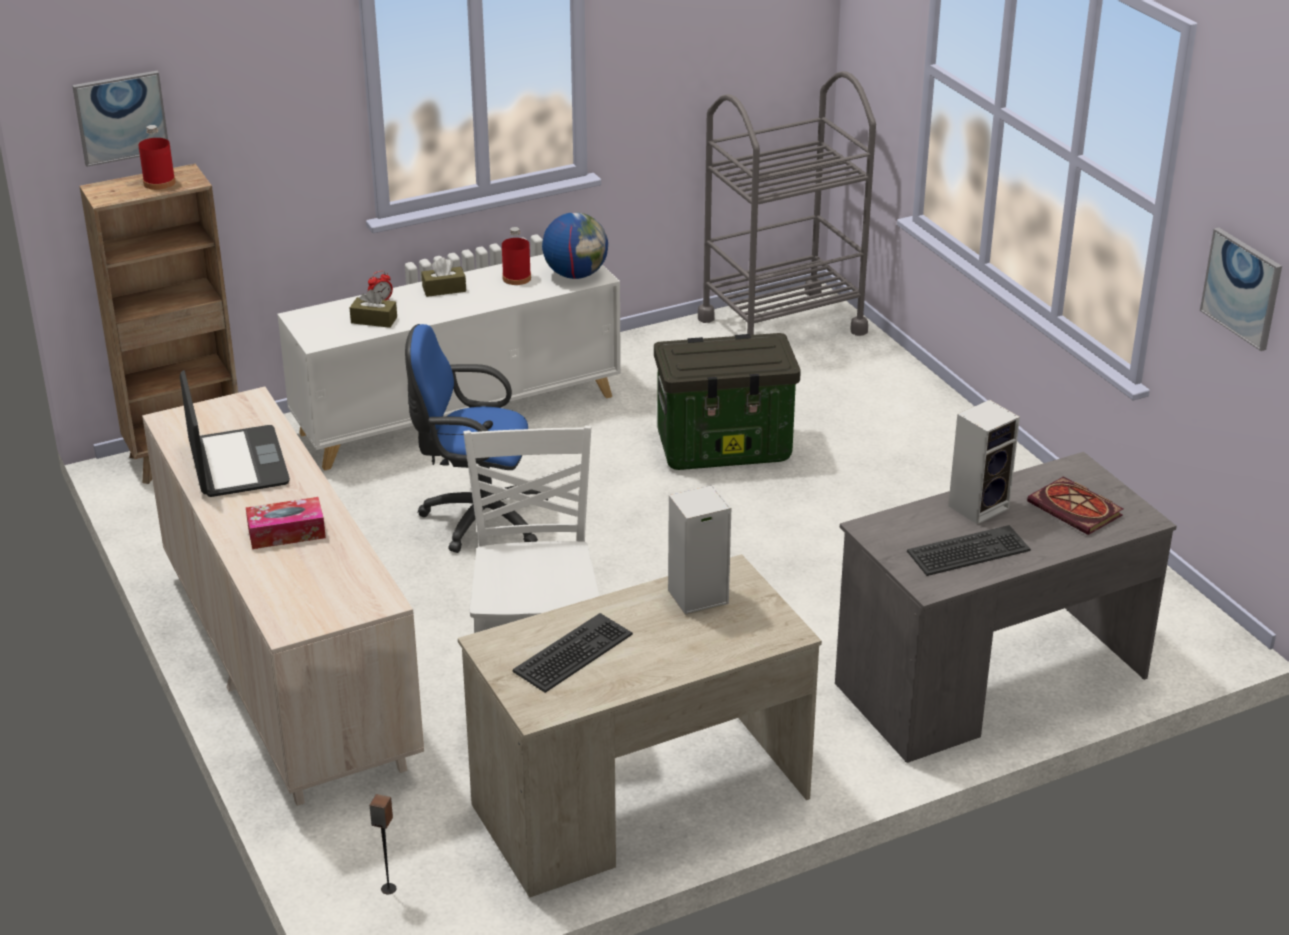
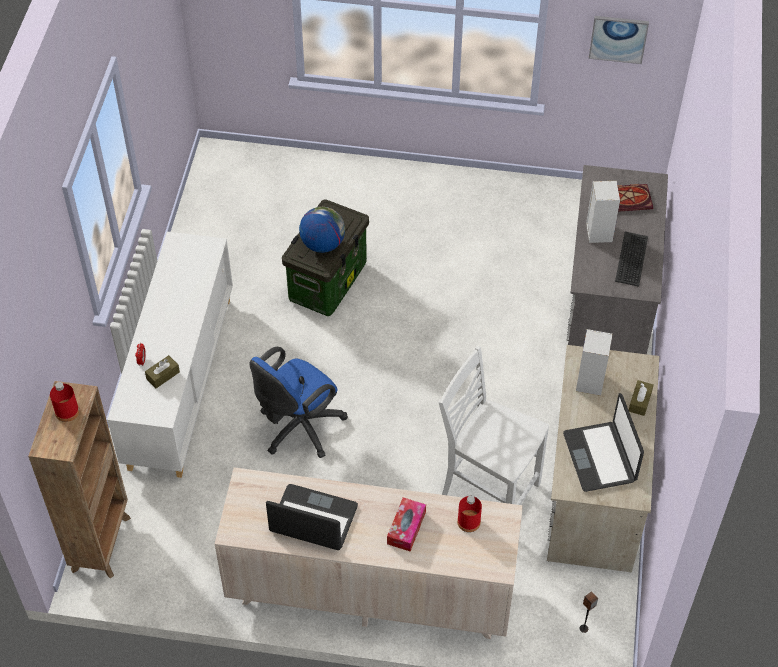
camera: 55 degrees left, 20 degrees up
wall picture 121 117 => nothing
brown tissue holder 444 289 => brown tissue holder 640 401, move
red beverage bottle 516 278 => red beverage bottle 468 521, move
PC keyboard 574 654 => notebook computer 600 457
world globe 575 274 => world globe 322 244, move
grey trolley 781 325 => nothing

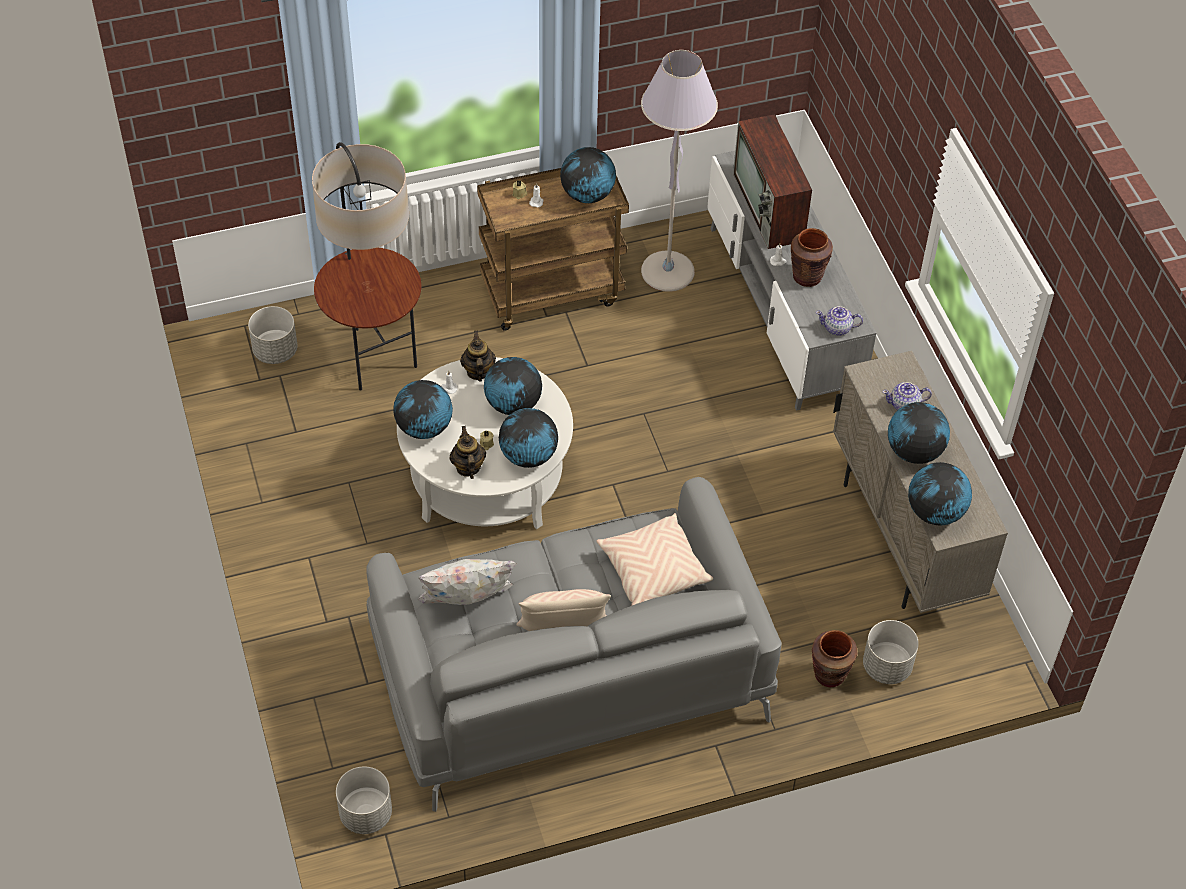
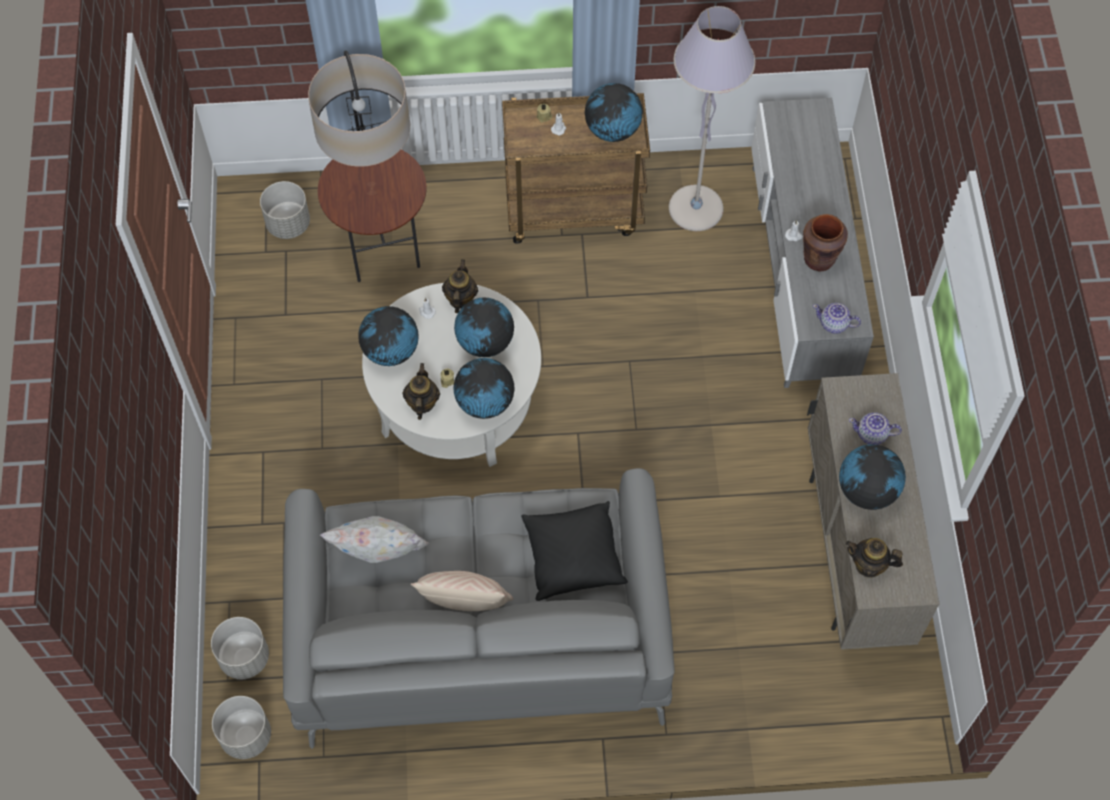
camera: 15 degrees right, 10 degrees up
sand-coloured pillow 653 570 => black pillow 572 556
TV 769 208 => nothing
brown vase 829 675 => nothing
grey planter 886 666 => grey planter 244 657, move
world globe 935 512 => teapot 869 565

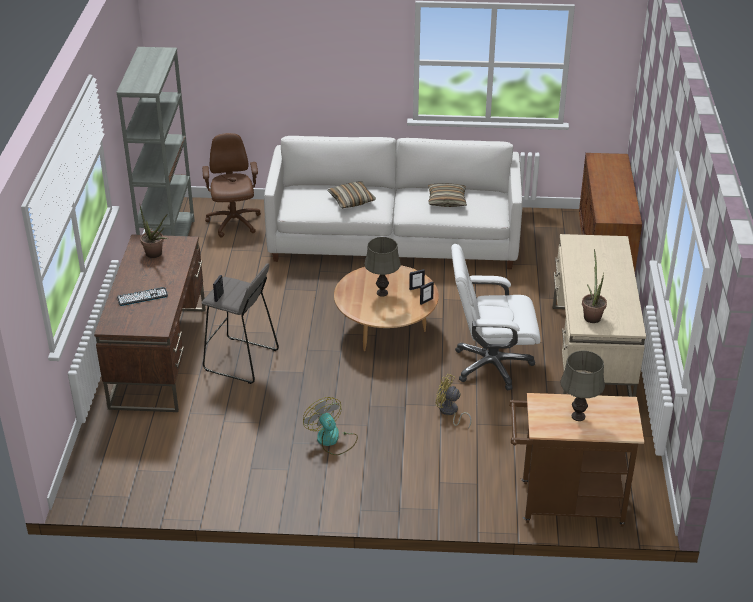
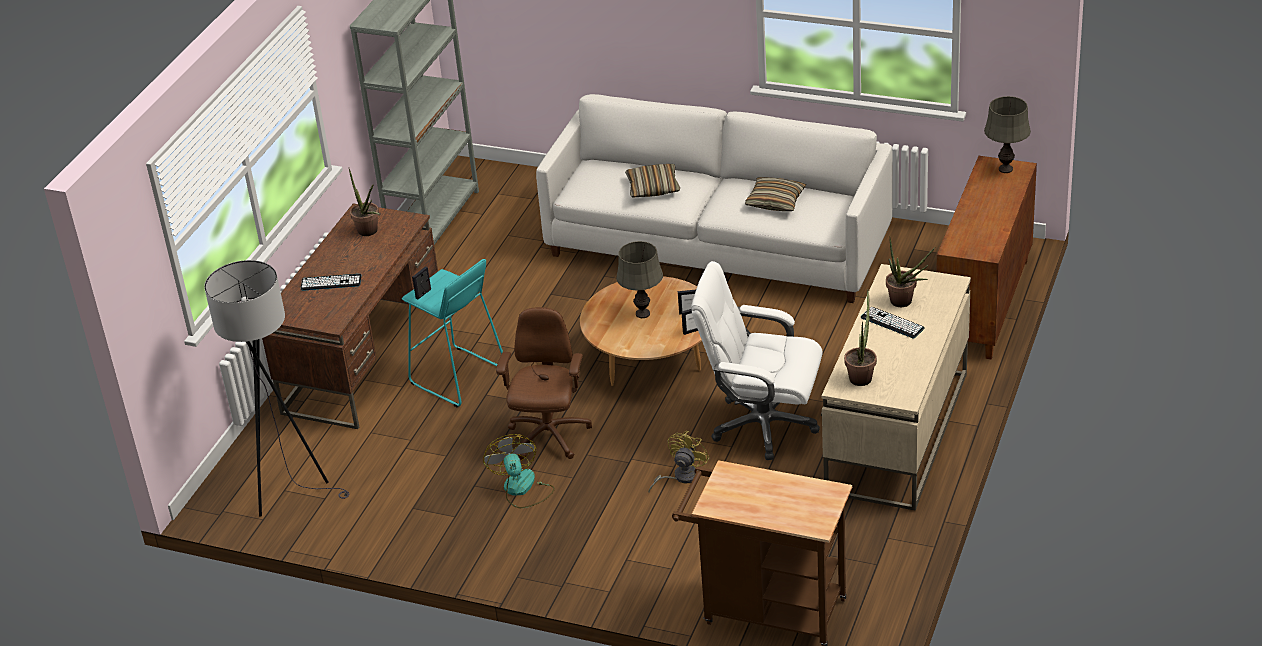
camera: 20 degrees right, 0 degrees up
brown computer chair 234 223 => brown computer chair 548 437, move
grey stool seat 241 360 => turquoise stool seat 458 377
yellowish fan 450 412 => yellowish fan 680 477, 75 degrees clockwise
grey table lamp 578 416 => grey table lamp 1005 169, move
nothing => grey standing lamp 289 487
nothing => PC keyboard 892 323
nothing => potted plant 905 302

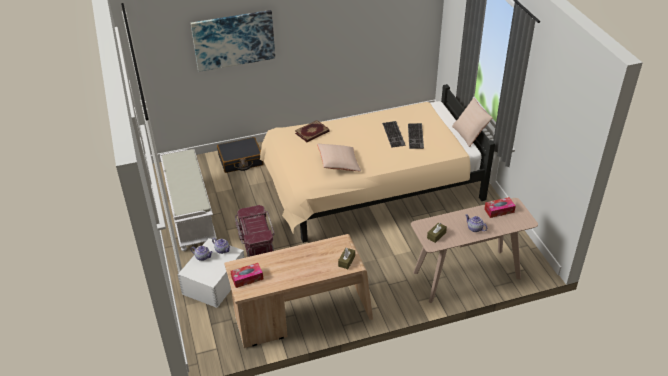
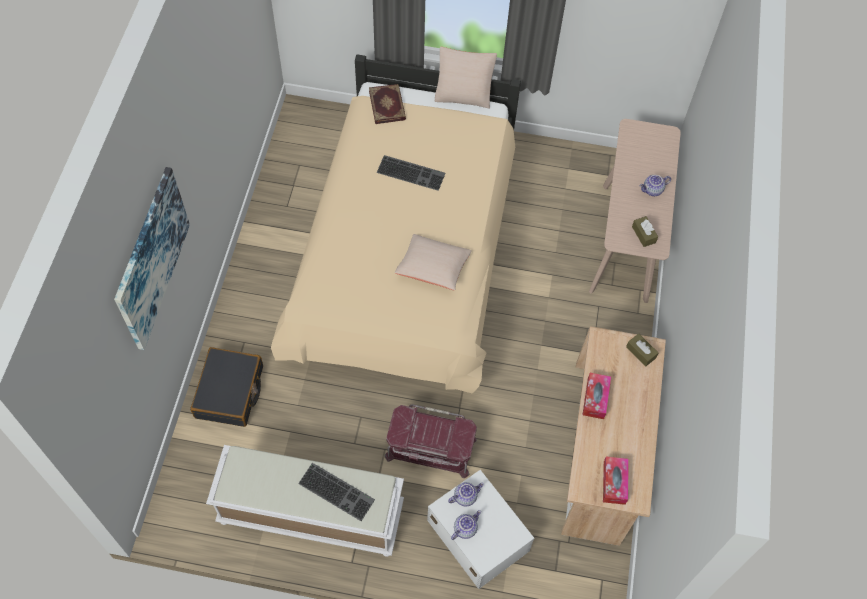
camera: 65 degrees left, 20 degrees up
volume 312 133 => volume 388 105, move
PC keyboard 416 136 => PC keyboard 338 491, move
tissue holder 499 210 => tissue holder 595 398, move

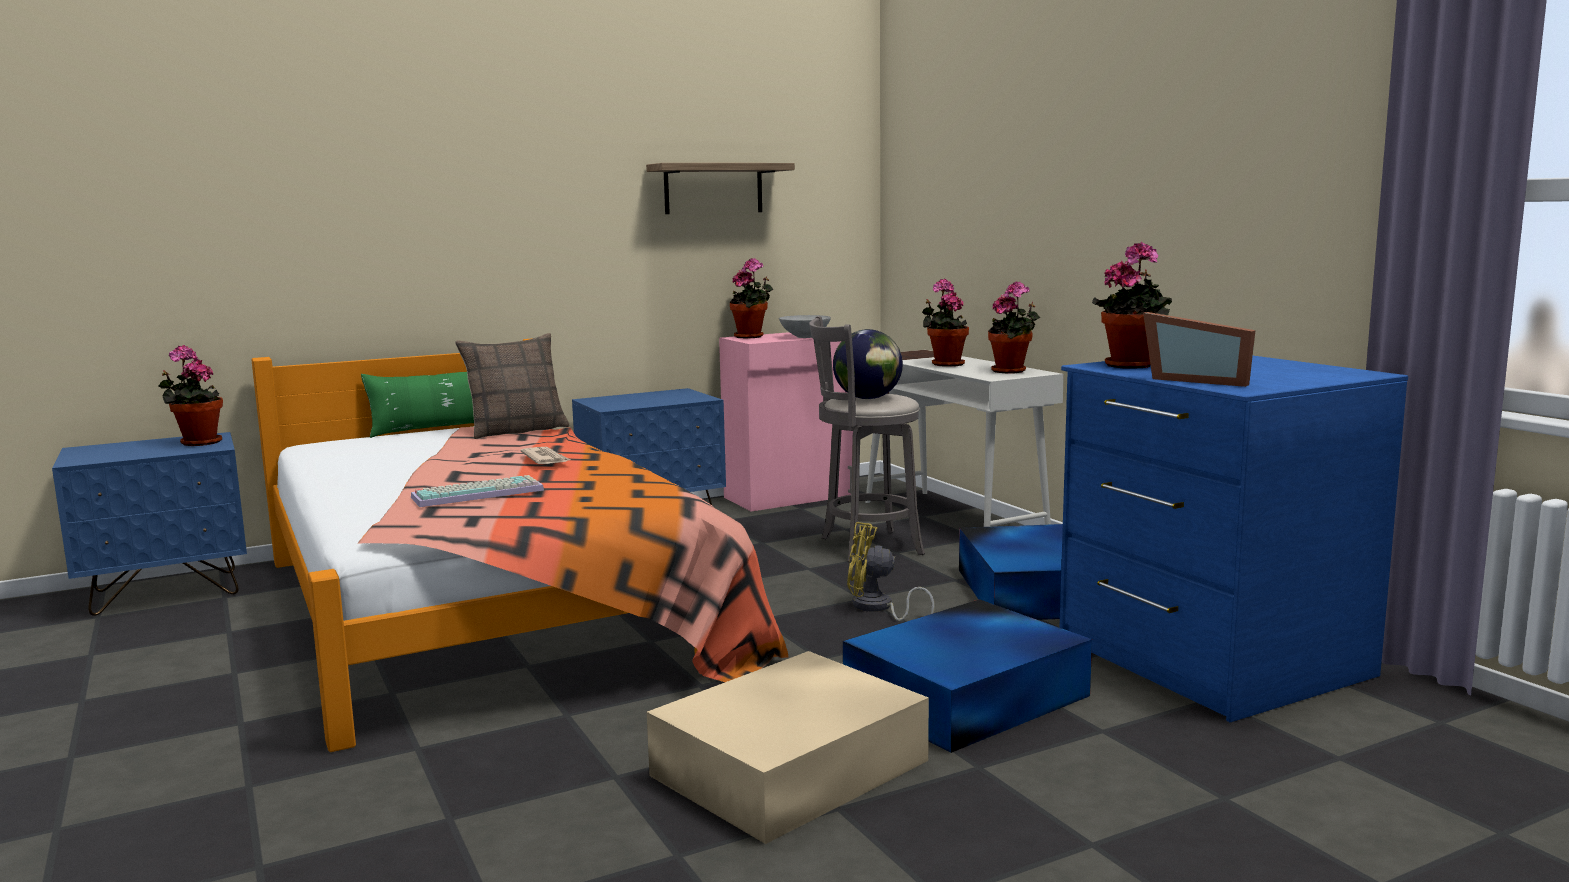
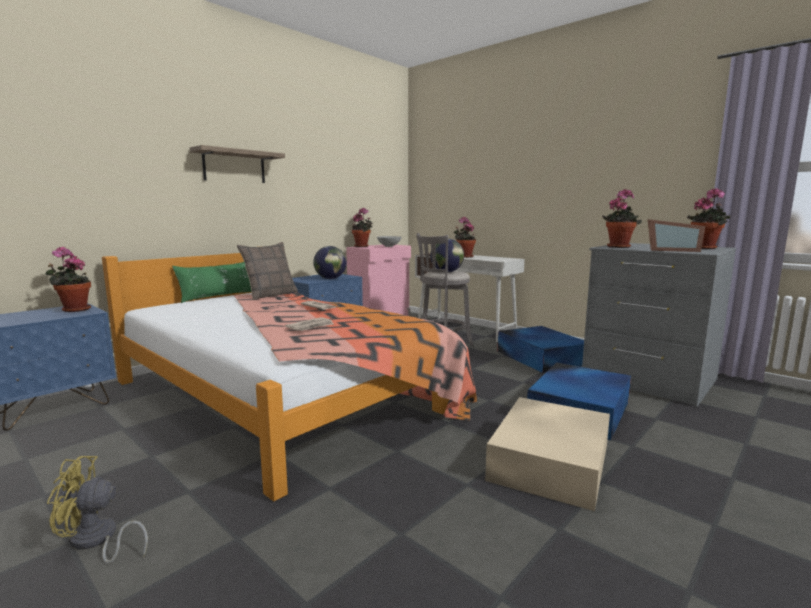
camera: 20 degrees left, 0 degrees up
PC keyboard 479 493 => newspaper 311 326
bracket shelf 713 188 => bracket shelf 234 166, move
yellowish fan 877 608 => yellowish fan 97 541, move
potted plant 1012 371 => potted plant 705 248, move
blue-coloured chest of drawers 1208 658 => grey chest of drawers 648 379
nothing => world globe 330 278

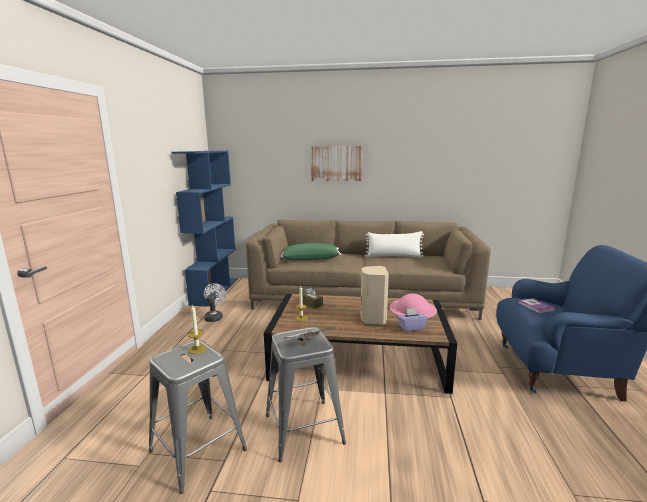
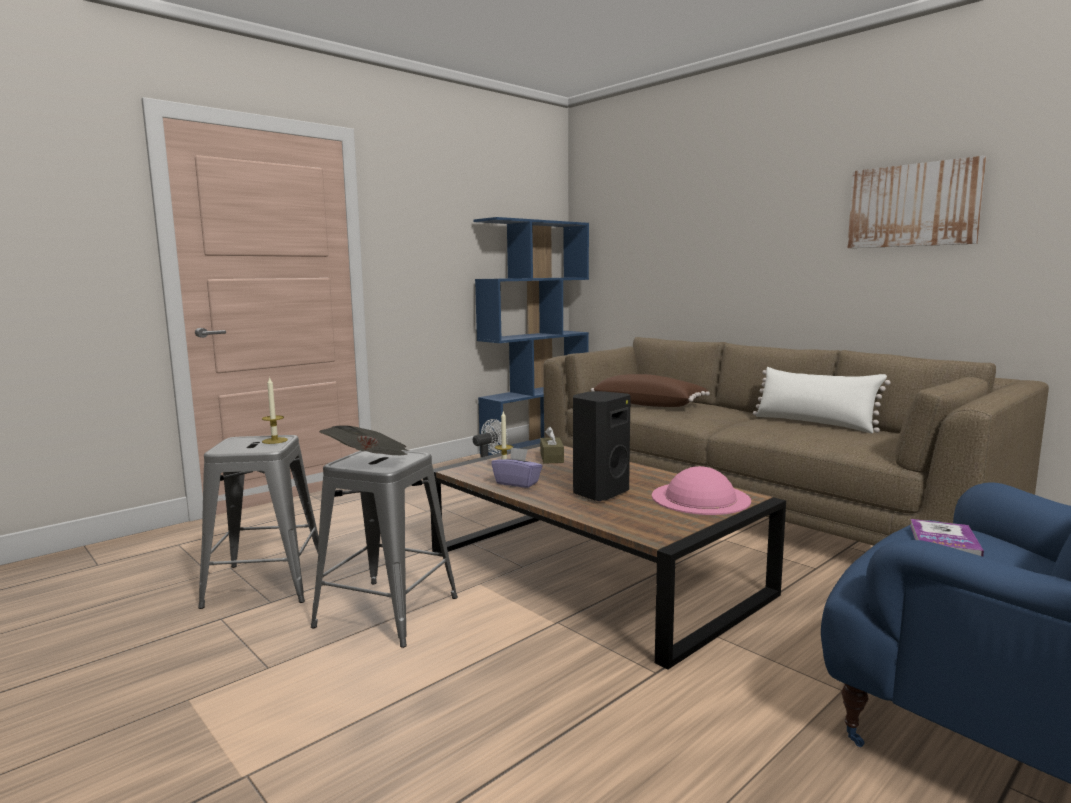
camera: 40 degrees right, 5 degrees down
green-coloured pillow 310 259 => brown pillow 649 404
wall picture 336 163 => wall picture 913 205, move
sand-coloured loudspeaker 373 319 => black loudspeaker 598 493
purple-coloured tissue holder 411 327 => purple-coloured tissue holder 517 483, move

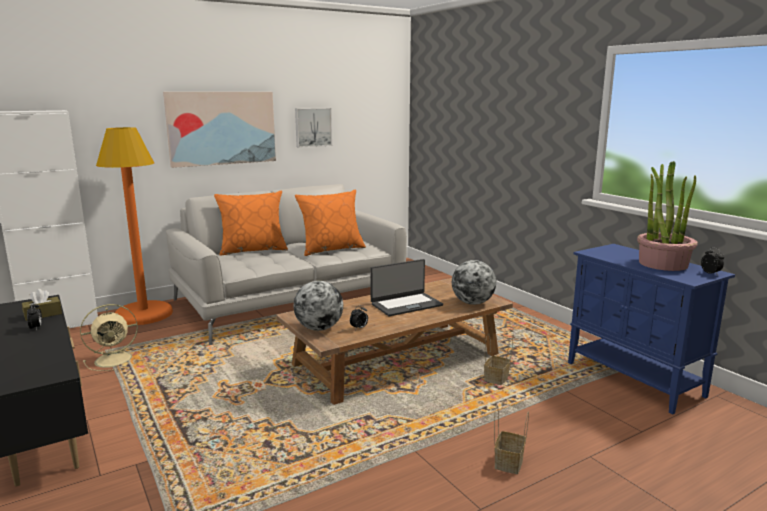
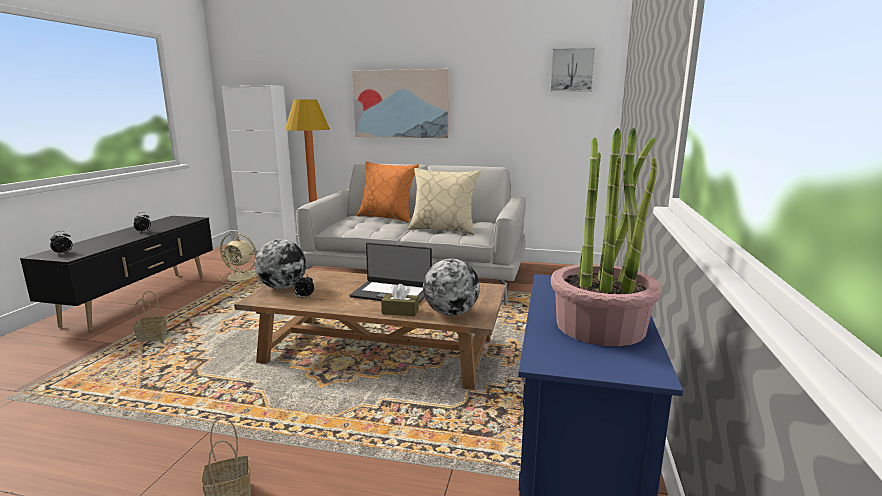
camera: 45 degrees right, 0 degrees up
brown tissue holder 43 315 => brown tissue holder 400 311, move
wall picture 313 127 => wall picture 572 70, move
orange pillow 331 249 => sand-coloured pillow 443 229
storage basket 496 379 => storage basket 151 338, move
table clock 711 273 => table clock 63 253, move

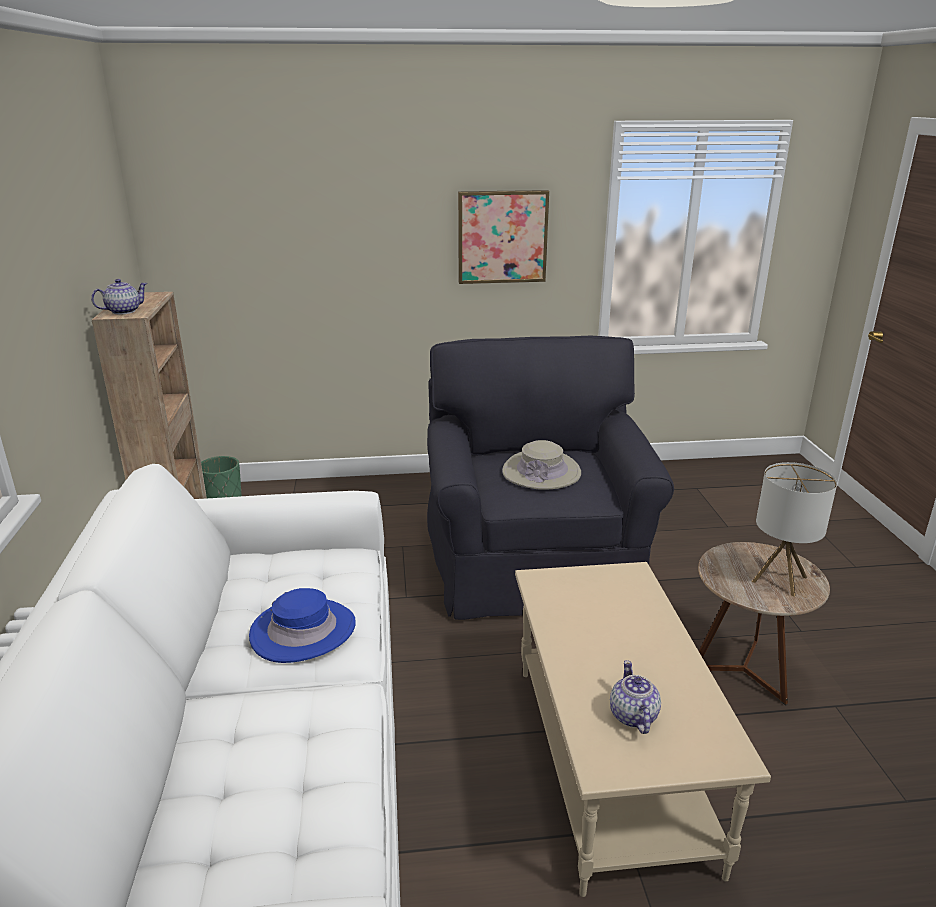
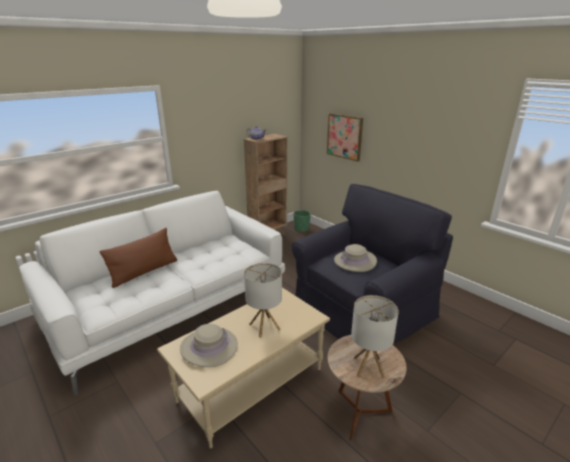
camera: 55 degrees right, 0 degrees up
blue-coloured hat 303 631 => nothing
wall picture 502 237 => wall picture 344 136, move
teapot 633 716 => sand-coloured hat 209 347
nothing => brown pillow 144 272
nothing => table lamp 264 327

